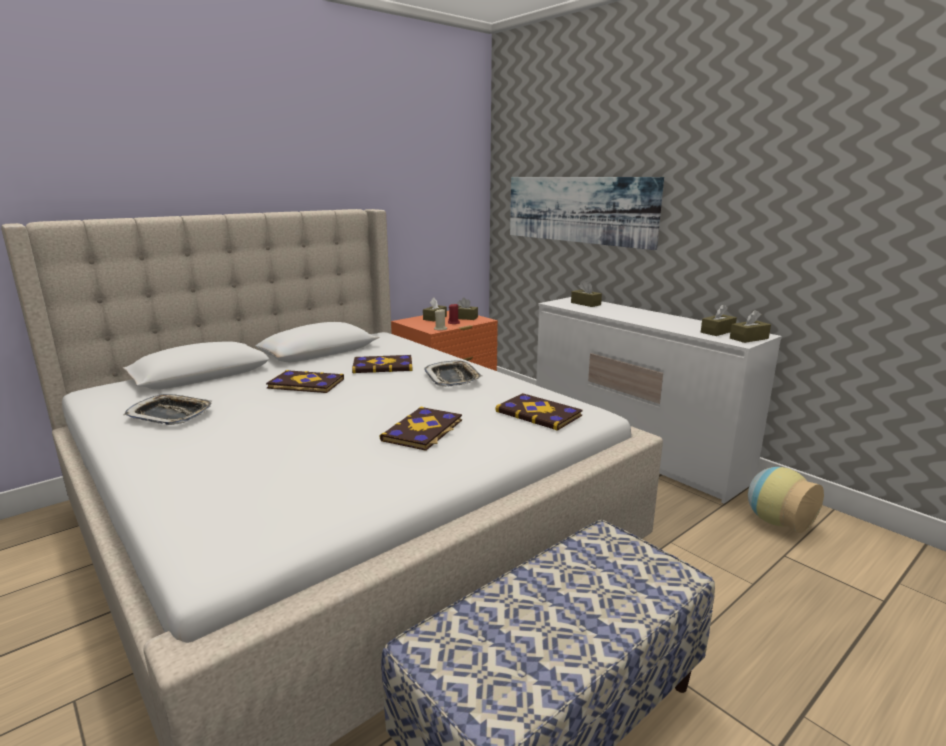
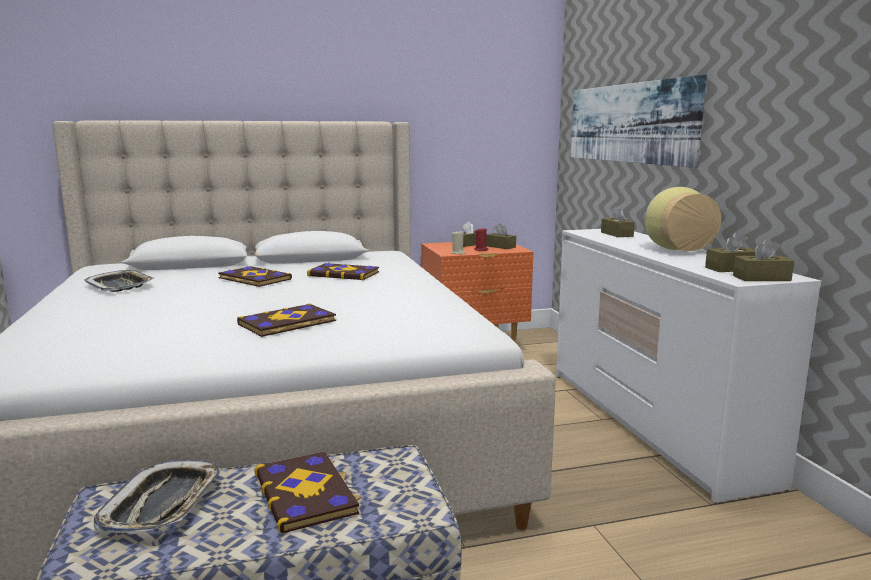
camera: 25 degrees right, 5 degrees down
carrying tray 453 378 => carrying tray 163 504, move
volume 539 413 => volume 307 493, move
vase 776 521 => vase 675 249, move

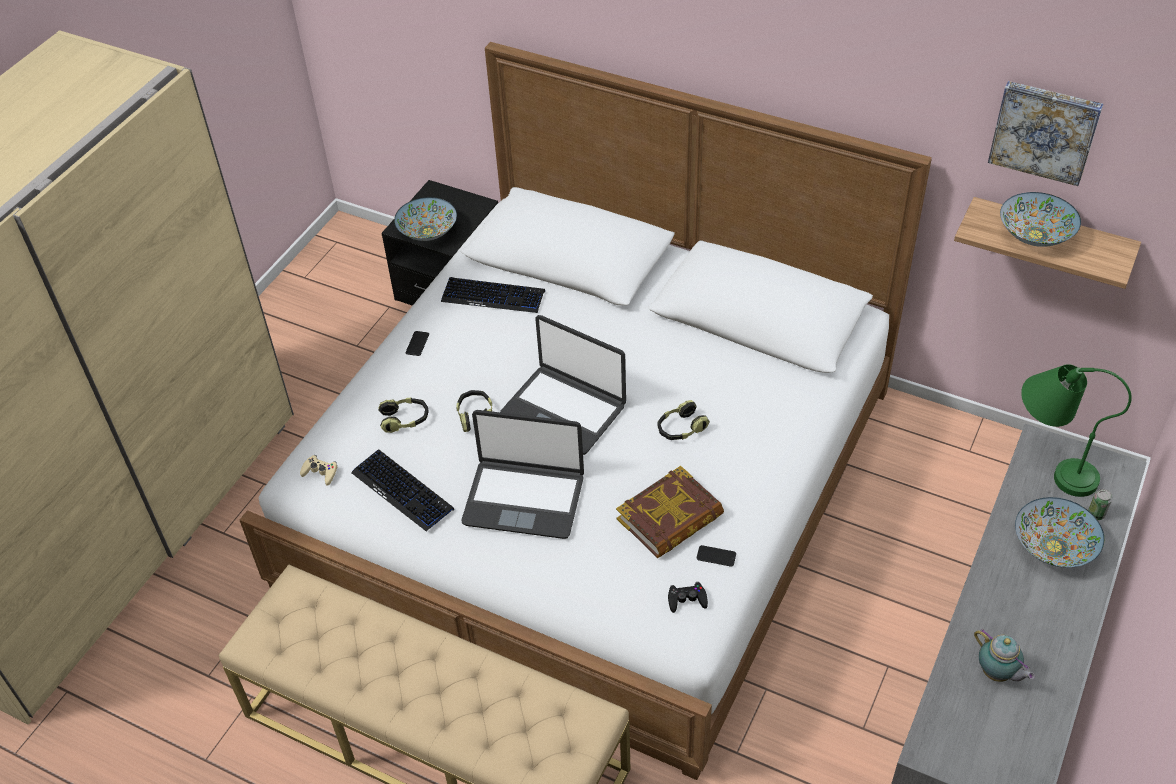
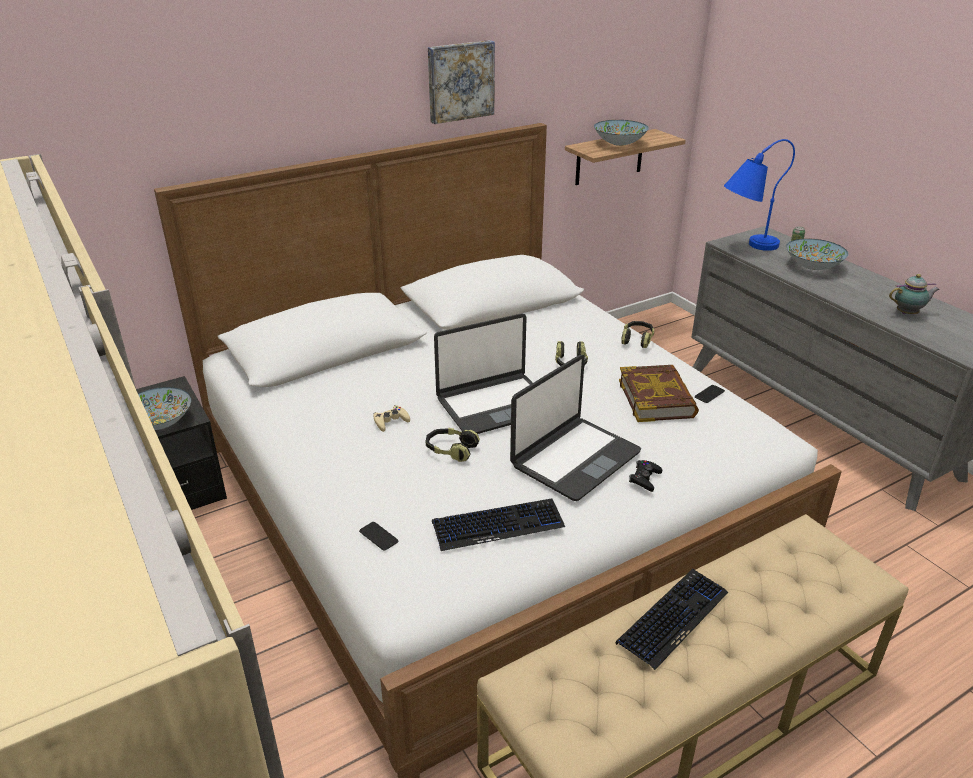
camera: 60 degrees left, 15 degrees down
sand-coloured gamepad 320 472 => sand-coloured gamepad 391 421, move
headset 405 420 => headset 637 339, move
phone 417 344 => phone 378 536, move
PC keyboard 493 296 => PC keyboard 673 618, move
black gamepad 687 599 => black gamepad 644 478, move
wall picture 1045 131 => wall picture 460 81, move
green-coloured table lamp 1049 464 => blue-coloured table lamp 745 246

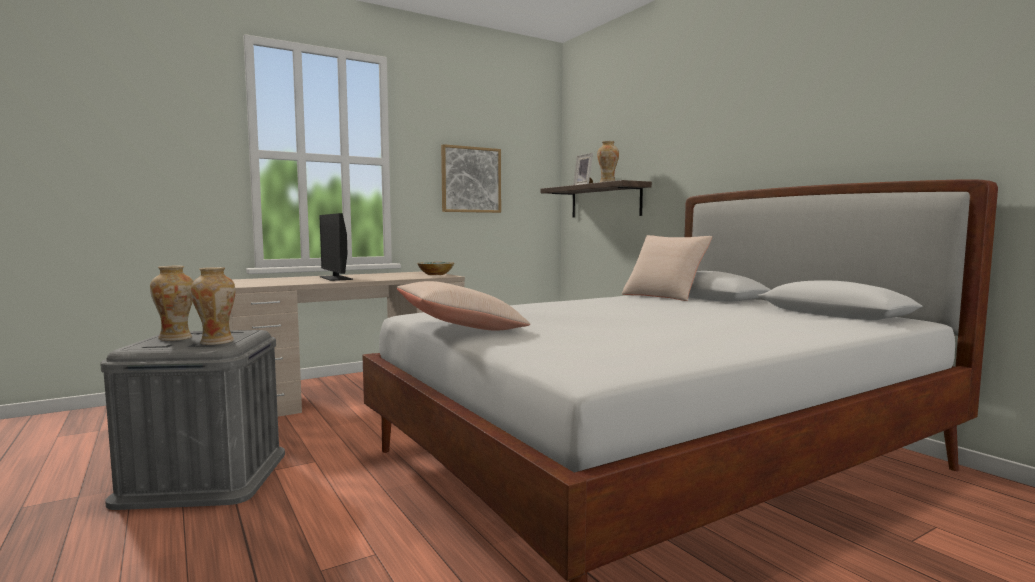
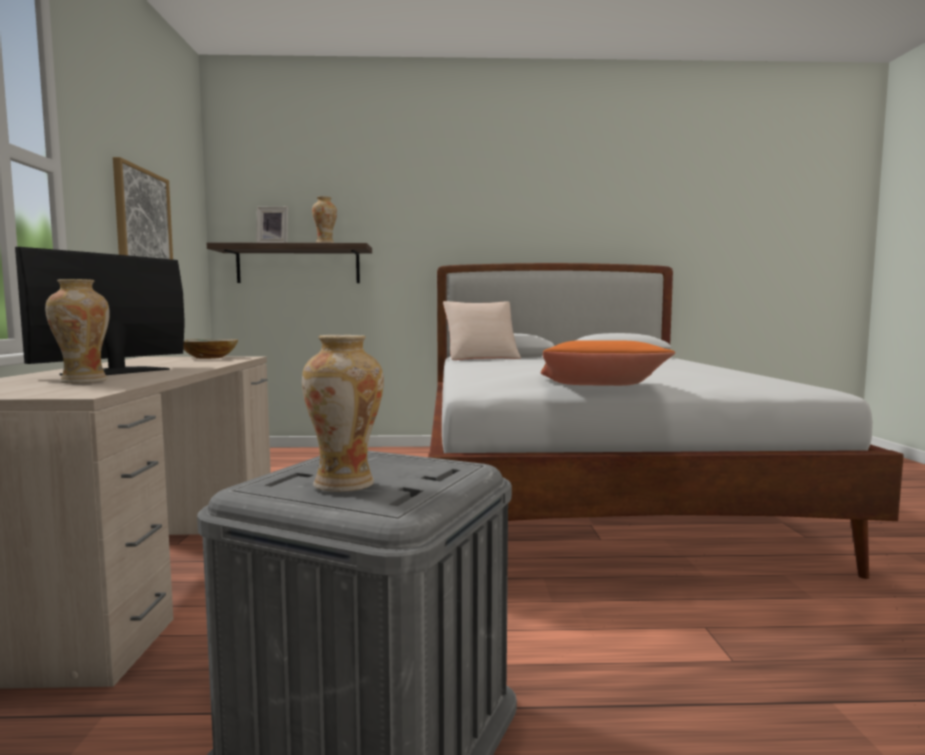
camera: 60 degrees left, 0 degrees up
vase 216 342 => vase 83 381, move
computer display 335 278 => computer display 117 372, 120 degrees clockwise
sand-coloured pillow 460 327 => orange pillow 600 388

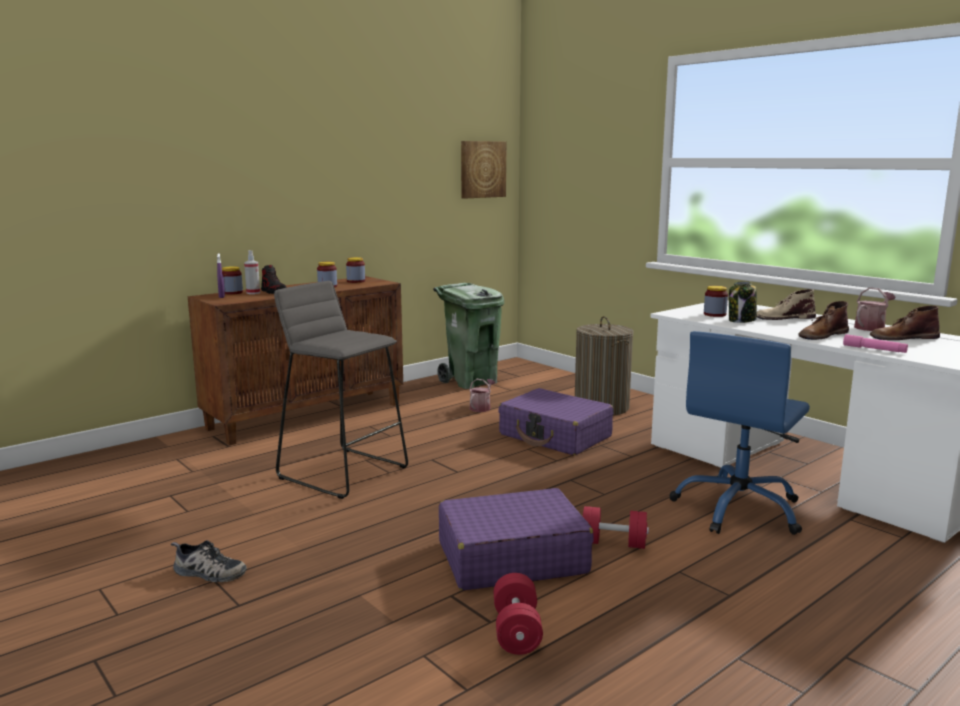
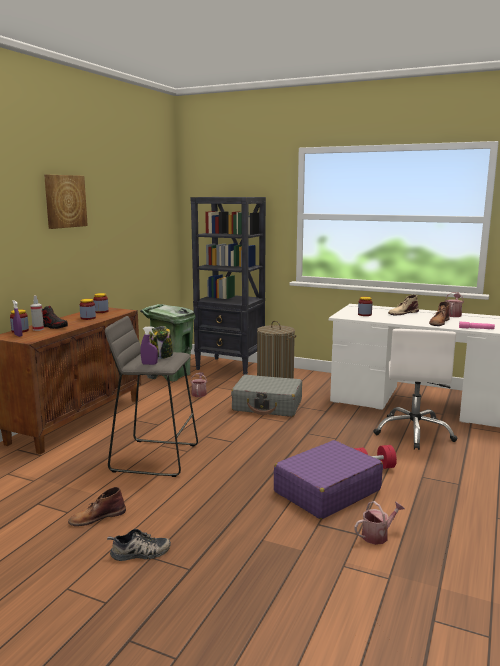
camera: 25 degrees left, 0 degrees up
wall picture 482 169 => wall picture 65 201, move
red dumbbell 516 631 => watering pot 378 535
purple-coloured suitcase 555 436 => grey suitcase 267 405
blue-coloured computer chair 739 509 => white computer chair 414 433
jar 741 320 => jar 162 356, move
brown high-top boot 903 337 => brown high-top boot 97 517, move
nothing => purple-coloured hand sprayer 149 364
nothing => black bookcase 230 367

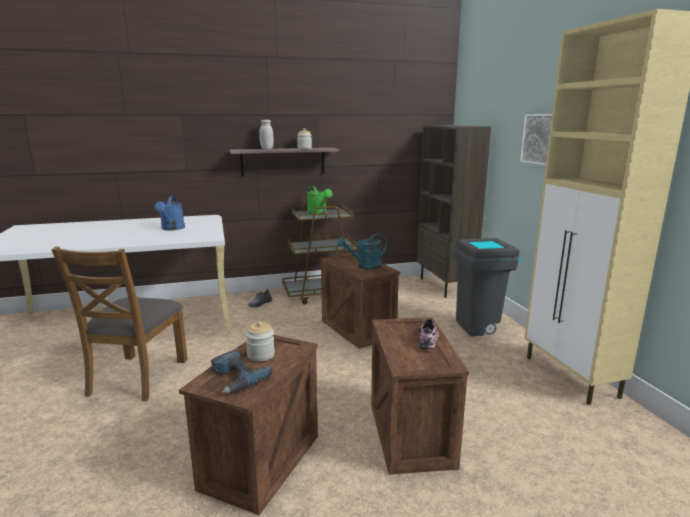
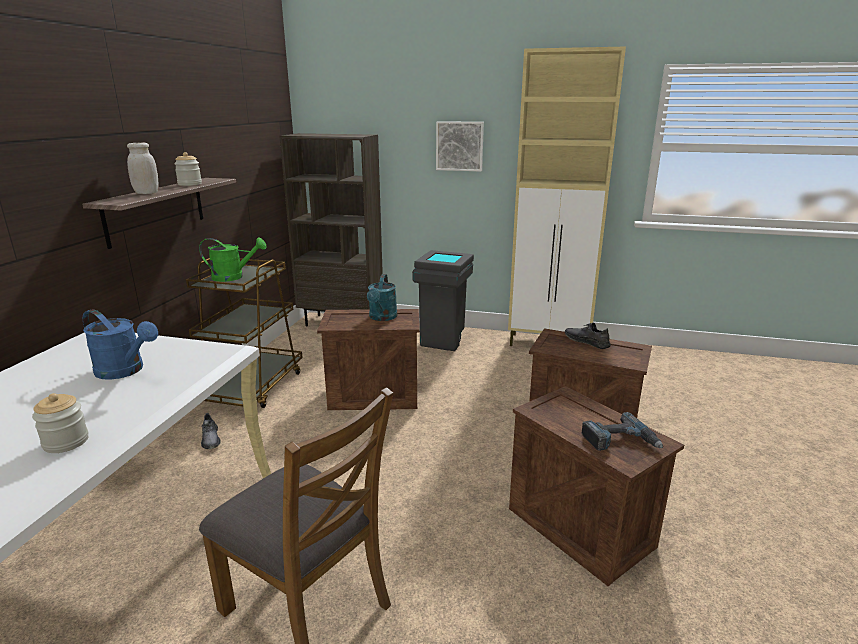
camera: 60 degrees left, 5 degrees up
jar 261 355 => jar 66 442, move
pink-coloured item of footwear 427 338 => grey item of footwear 586 341

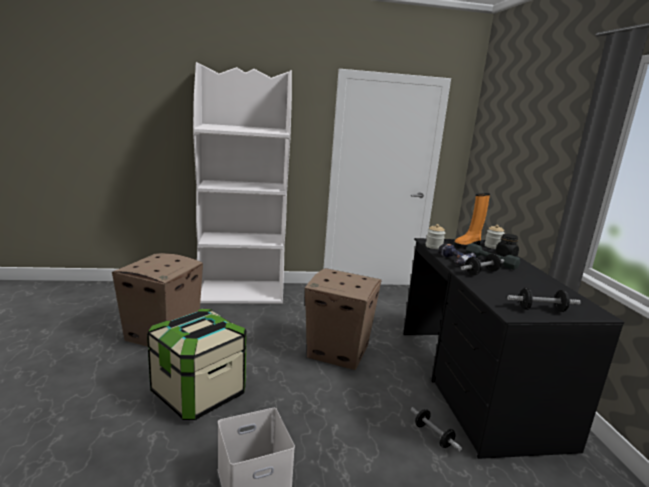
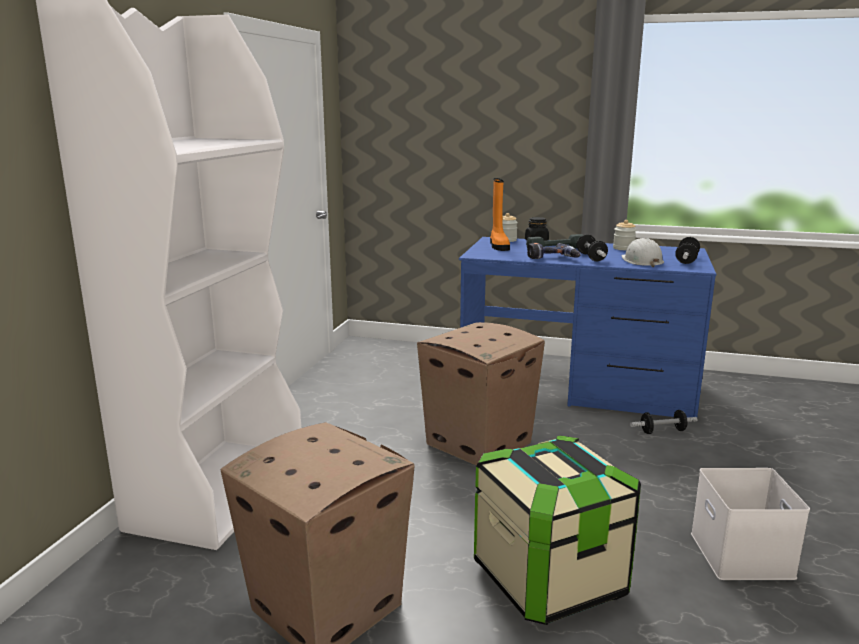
camera: 65 degrees left, 0 degrees up
black desk unit 475 382 => blue-coloured desk unit 577 386
jar 434 246 => jar 623 248, move
nothing => white safety helmet 641 261

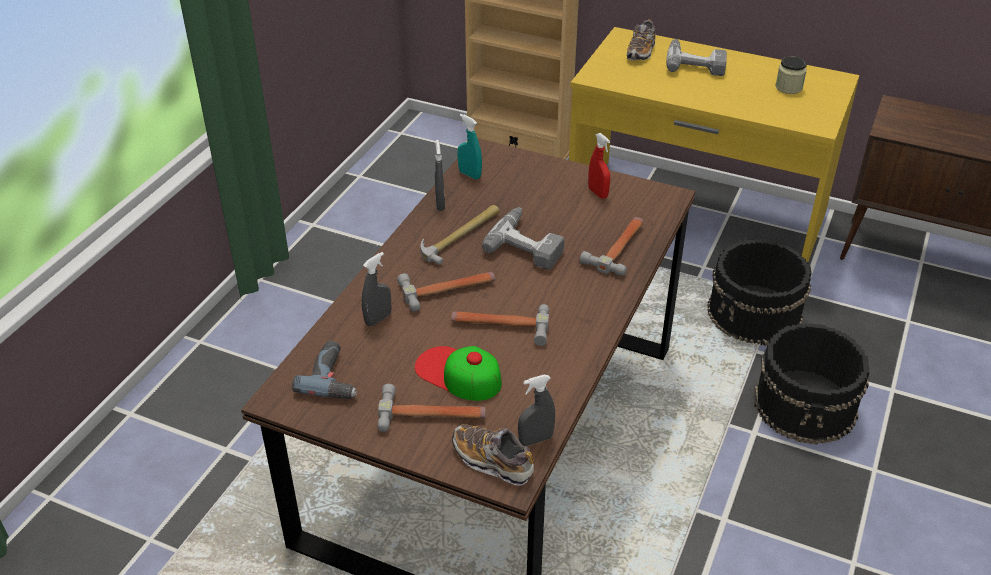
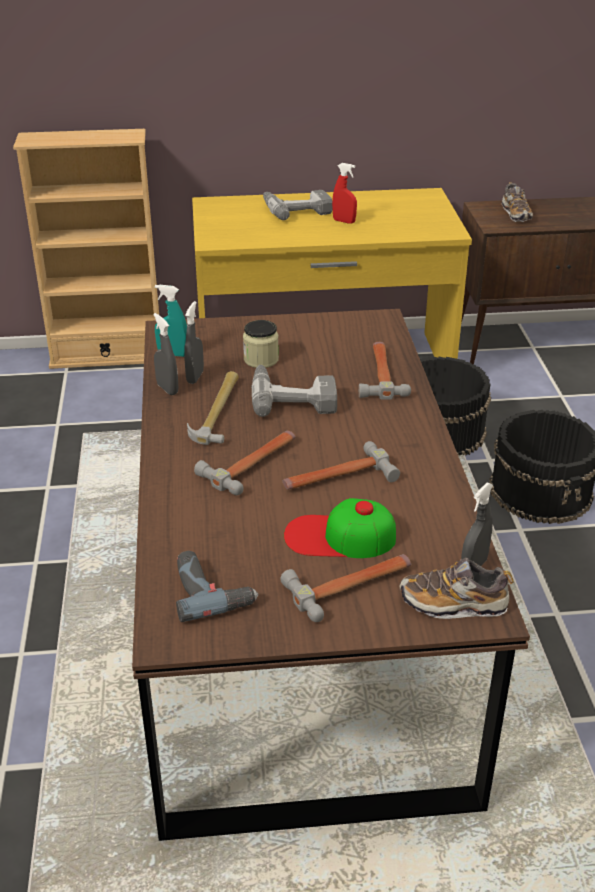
camera: 30 degrees left, 5 degrees down
grey hand sprayer 378 319 => grey hand sprayer 195 377, move
red hand sprayer 598 193 => red hand sprayer 344 221, move
item of footwear 641 52 => item of footwear 516 214, move
jar 788 87 => jar 261 360, move

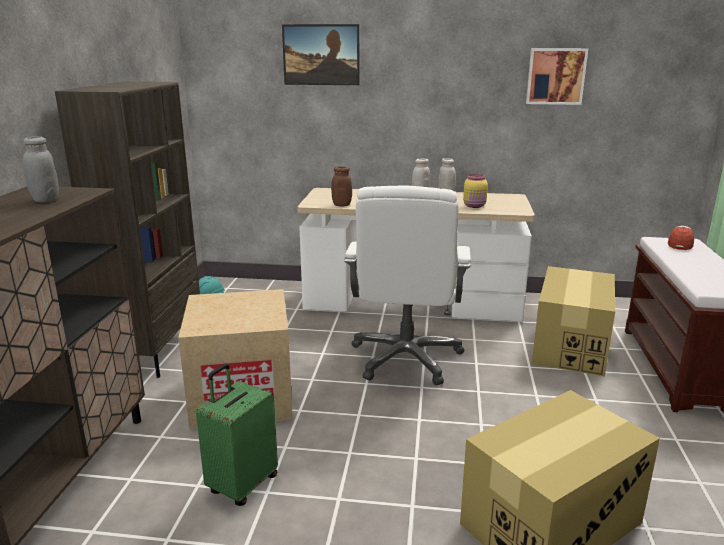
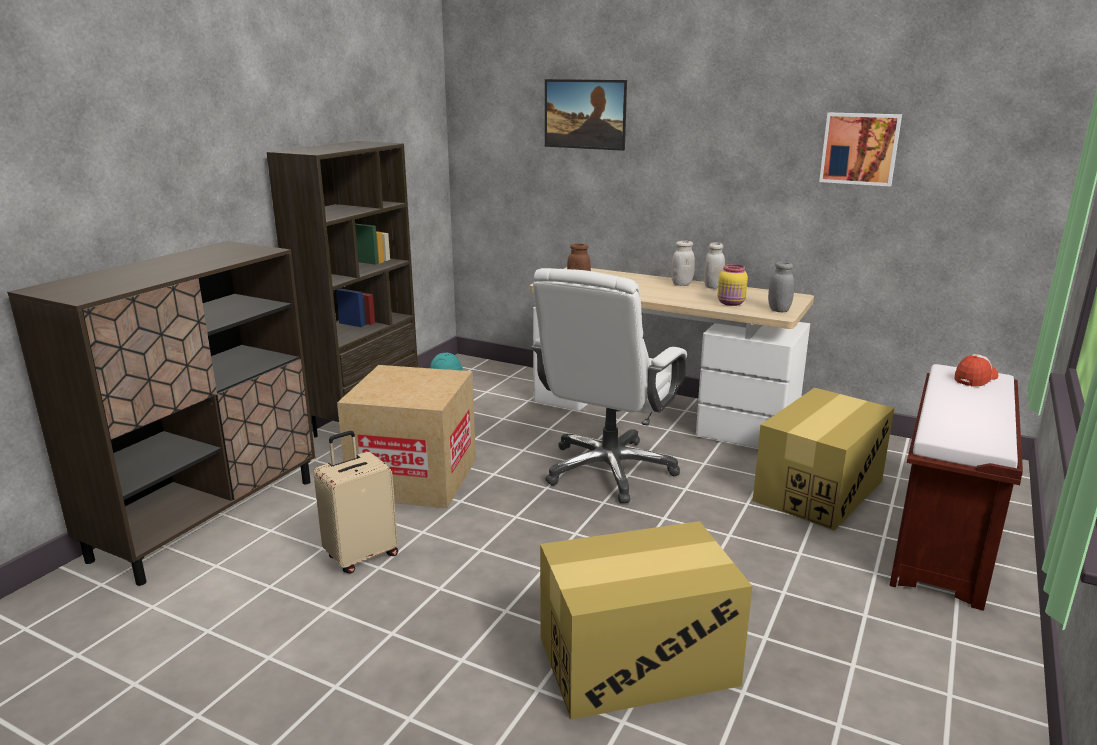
camera: 20 degrees right, 0 degrees up
grey jar 45 200 => grey jar 779 310, move
green-coloured suitcase 242 484 => sand-coloured suitcase 361 556

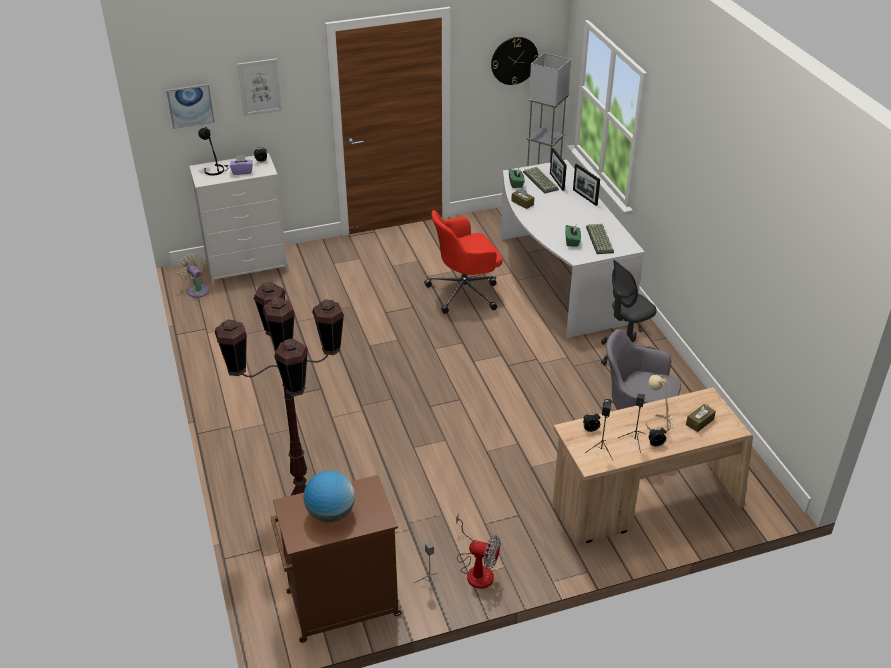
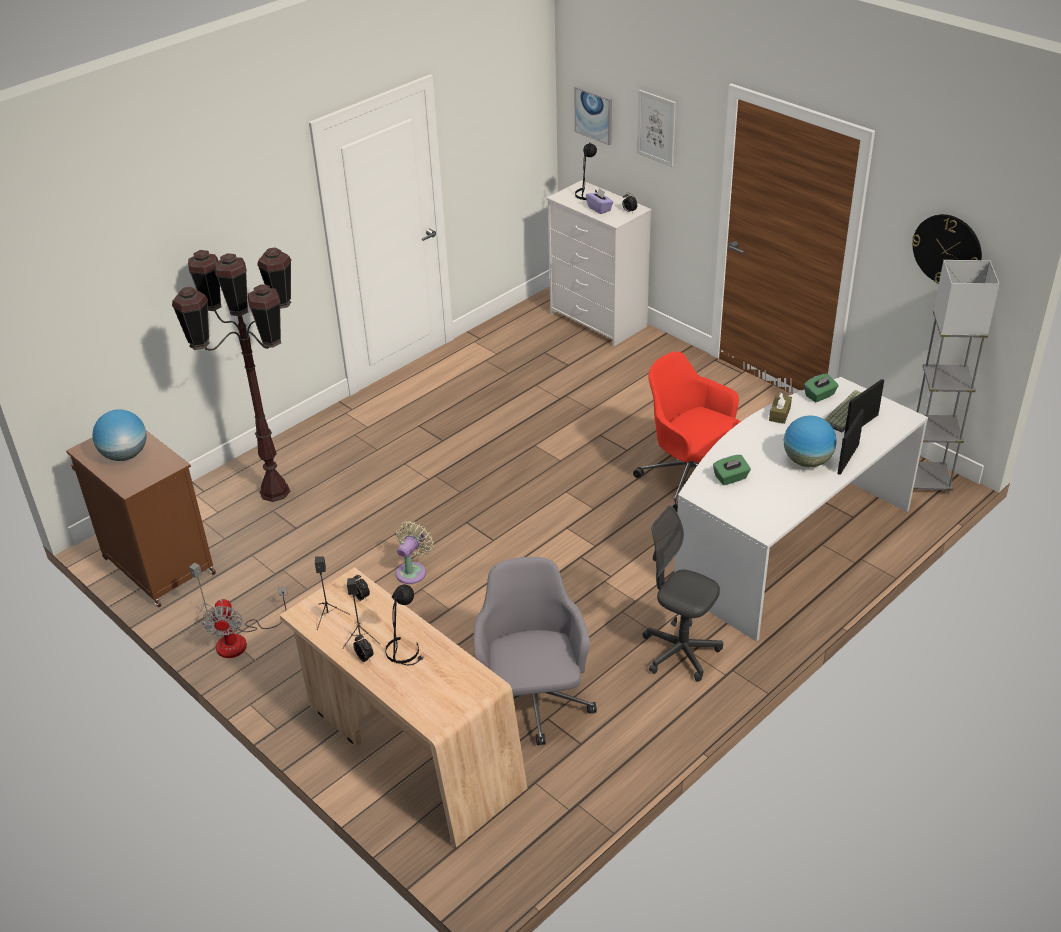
camera: 65 degrees right, 0 degrees up
sand-coloured fan 197 290 => sand-coloured fan 413 571, move
PC keyboard 600 240 => nothing
sand-coloured table lamp 659 424 => black table lamp 404 651
brown tissue holder 699 422 => nothing
nothing => world globe 807 461

